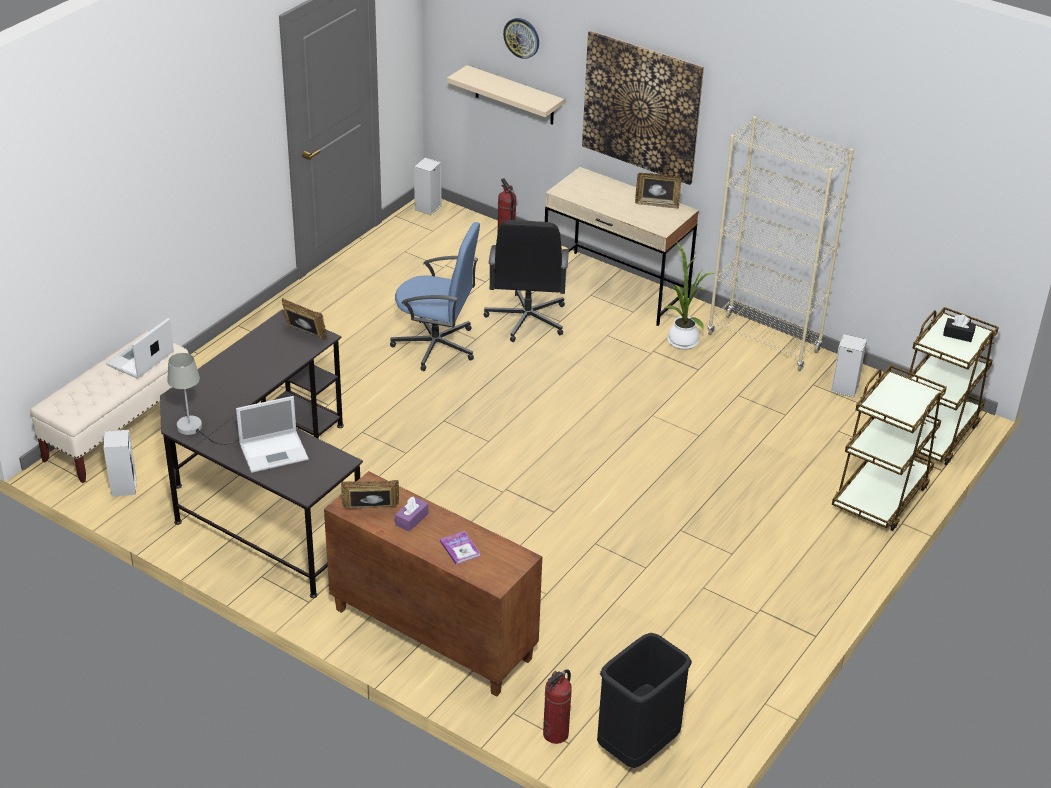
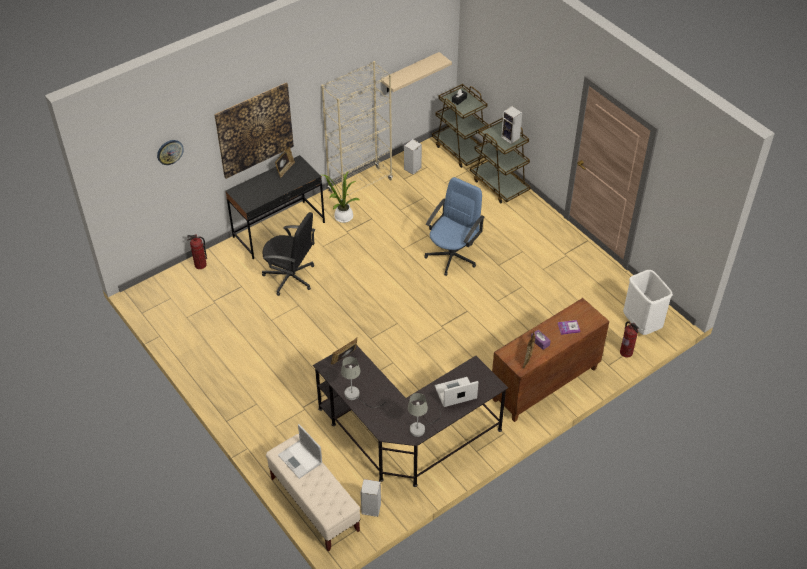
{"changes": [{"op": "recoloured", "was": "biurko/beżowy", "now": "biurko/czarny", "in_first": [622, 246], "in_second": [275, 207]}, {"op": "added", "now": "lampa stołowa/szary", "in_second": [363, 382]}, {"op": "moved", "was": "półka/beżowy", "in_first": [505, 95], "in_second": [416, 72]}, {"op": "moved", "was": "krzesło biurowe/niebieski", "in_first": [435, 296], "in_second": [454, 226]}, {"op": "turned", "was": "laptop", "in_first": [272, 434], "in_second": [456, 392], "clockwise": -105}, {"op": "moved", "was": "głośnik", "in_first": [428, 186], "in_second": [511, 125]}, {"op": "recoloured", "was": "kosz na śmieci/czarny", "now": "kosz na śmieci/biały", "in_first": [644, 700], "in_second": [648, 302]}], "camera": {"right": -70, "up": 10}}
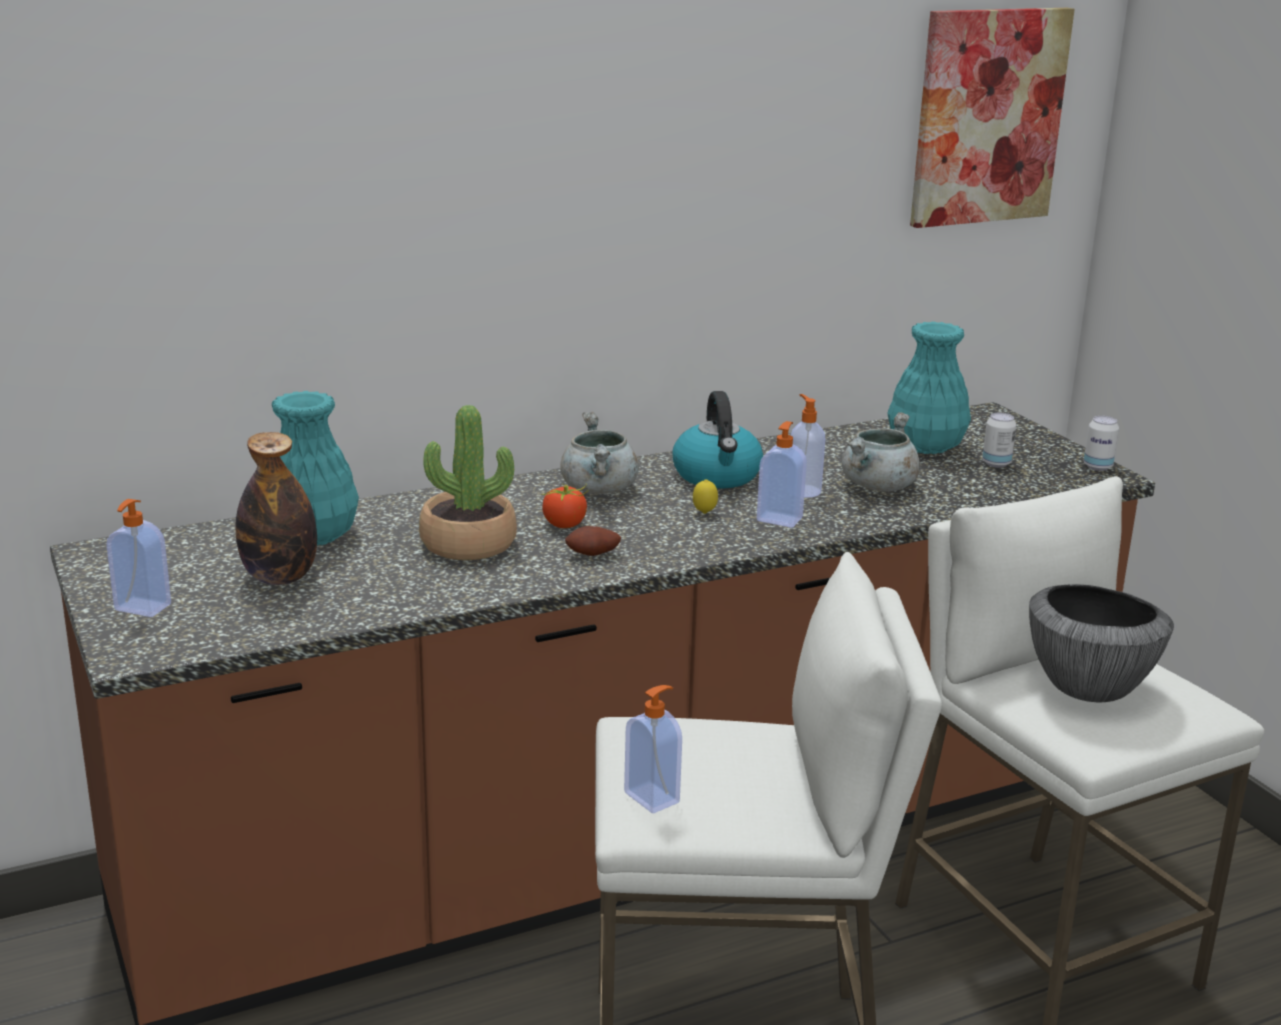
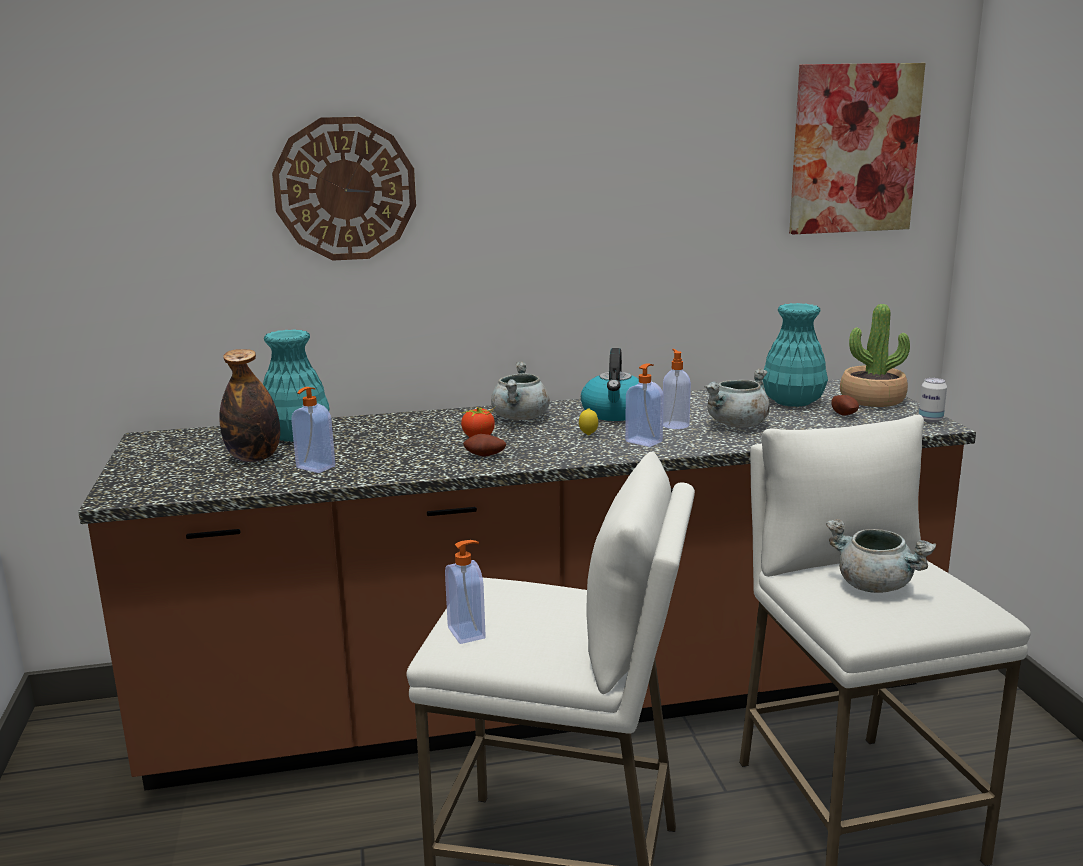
{"changes": [{"op": "added", "now": "zegar ścienny", "in_second": [344, 189]}, {"op": "moved", "was": "dozownik mydła", "in_first": [138, 558], "in_second": [313, 430]}, {"op": "replaced", "was": "miska", "now": "garnek/szary", "in_first": [1101, 643], "in_second": [881, 556]}, {"op": "replaced", "was": "puszka", "now": "ziemniak", "in_first": [999, 440], "in_second": [845, 405]}, {"op": "moved", "was": "roślina doniczkowa", "in_first": [468, 482], "in_second": [875, 355]}], "camera": {"right": 15, "up": -5}}
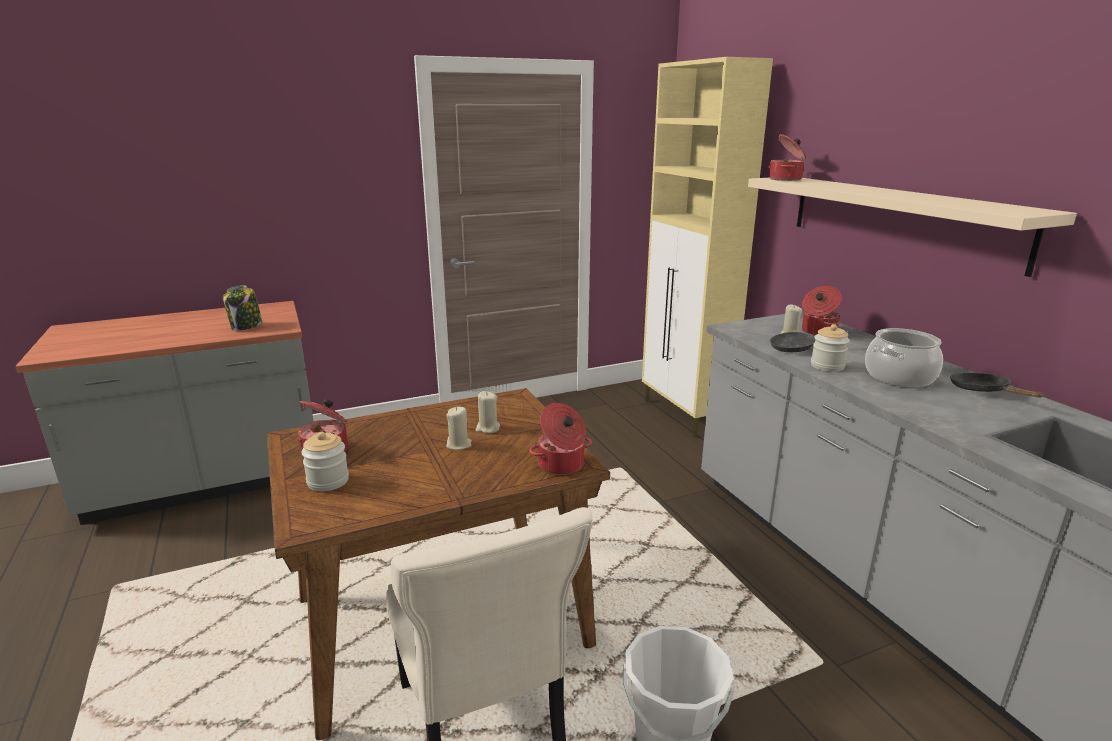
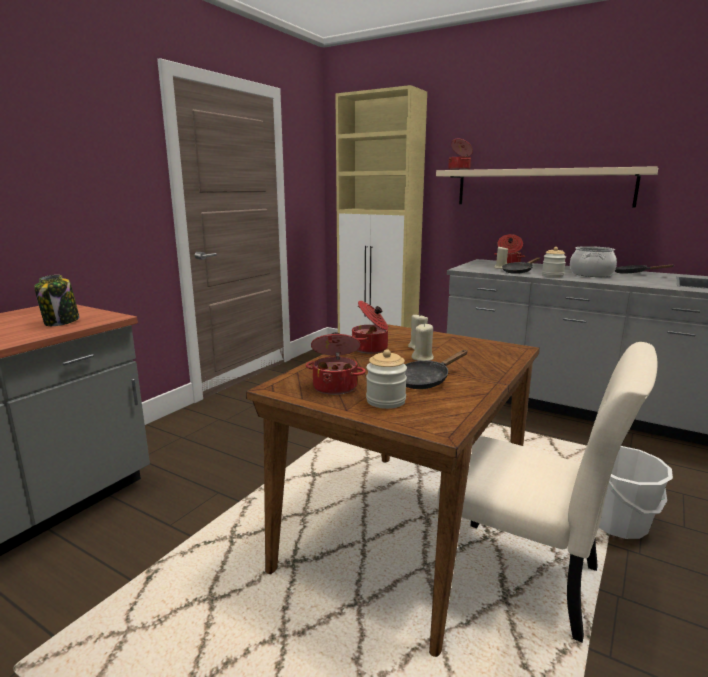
{"changes": [{"op": "moved", "was": "garnek", "in_first": [561, 439], "in_second": [370, 327]}, {"op": "added", "now": "patelnia/czarny", "in_second": [436, 369]}], "camera": {"right": -35, "up": -5}}
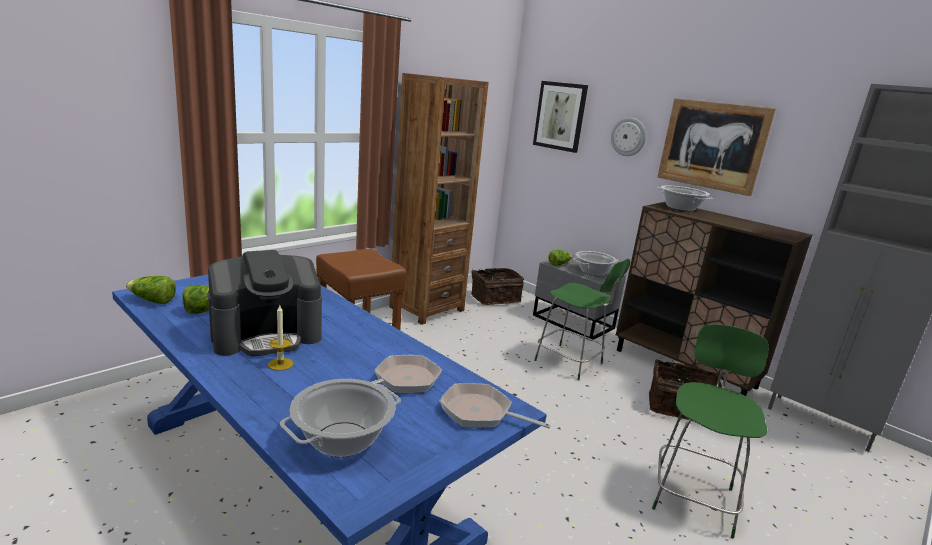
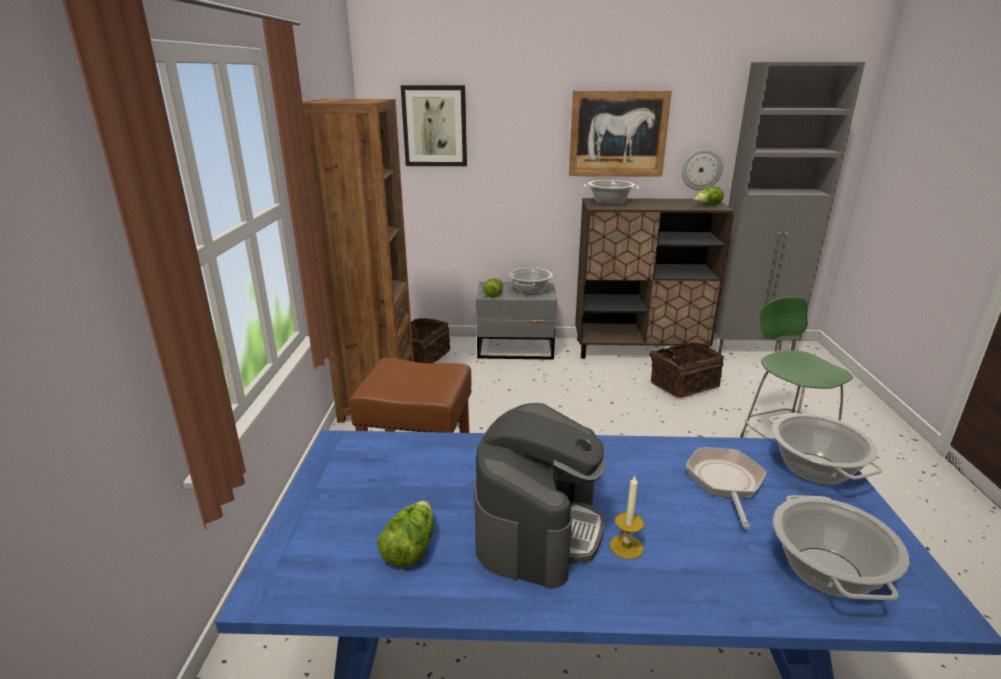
{"changes": [{"op": "moved", "was": "zegar ścienny", "in_first": [628, 137], "in_second": [702, 169]}, {"op": "moved", "was": "sałata", "in_first": [151, 290], "in_second": [709, 195]}, {"op": "replaced", "was": "patelnia", "now": "garnek", "in_first": [495, 406], "in_second": [825, 449]}, {"op": "removed", "was": "krzesło/zielony", "in_first": [582, 319]}], "camera": {"right": -40, "up": 5}}
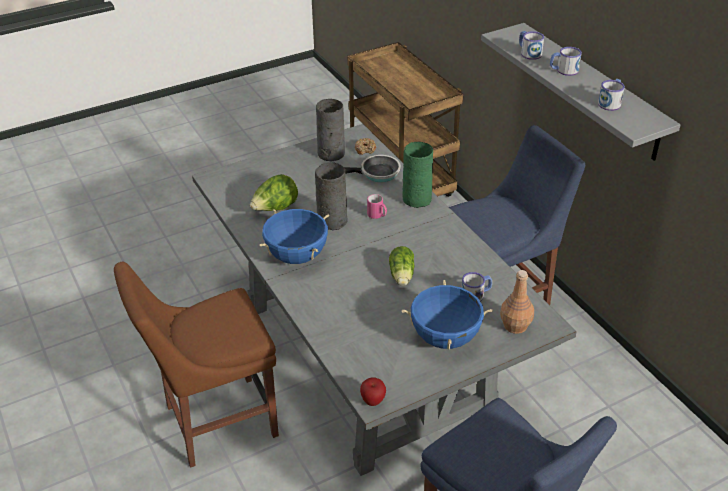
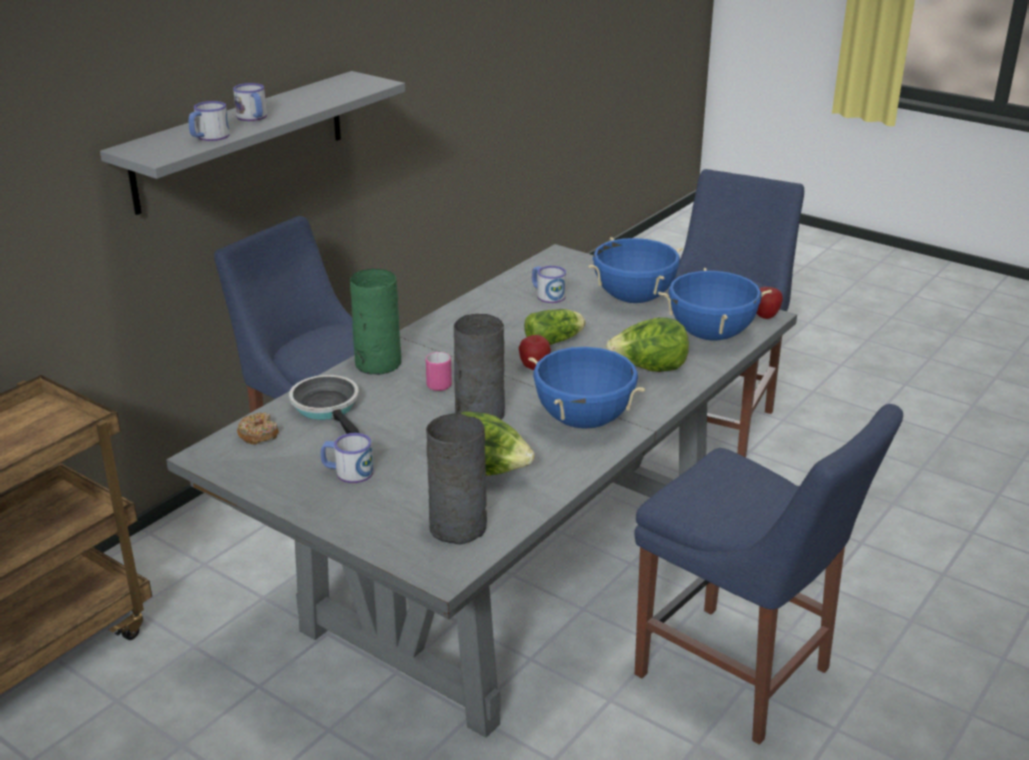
{"changes": [{"op": "moved", "was": "kubek", "in_first": [611, 95], "in_second": [347, 458]}, {"op": "moved", "was": "wazon/szary", "in_first": [330, 130], "in_second": [456, 478]}, {"op": "added", "now": "jabłko", "in_second": [535, 352]}, {"op": "added", "now": "sałata", "in_second": [647, 344]}, {"op": "recoloured", "was": "krzesło/brązowy", "now": "krzesło/niebieski", "in_first": [196, 365], "in_second": [768, 574]}, {"op": "added", "now": "garnek/niebieski", "in_second": [715, 304]}, {"op": "removed", "was": "butelka/brązowy", "in_first": [517, 302]}], "camera": {"right": -115, "up": -10}}
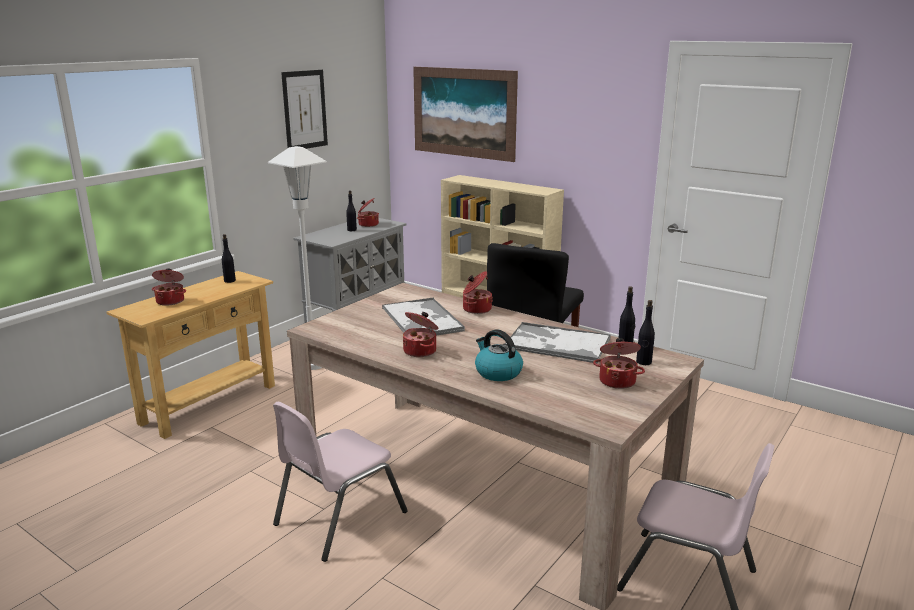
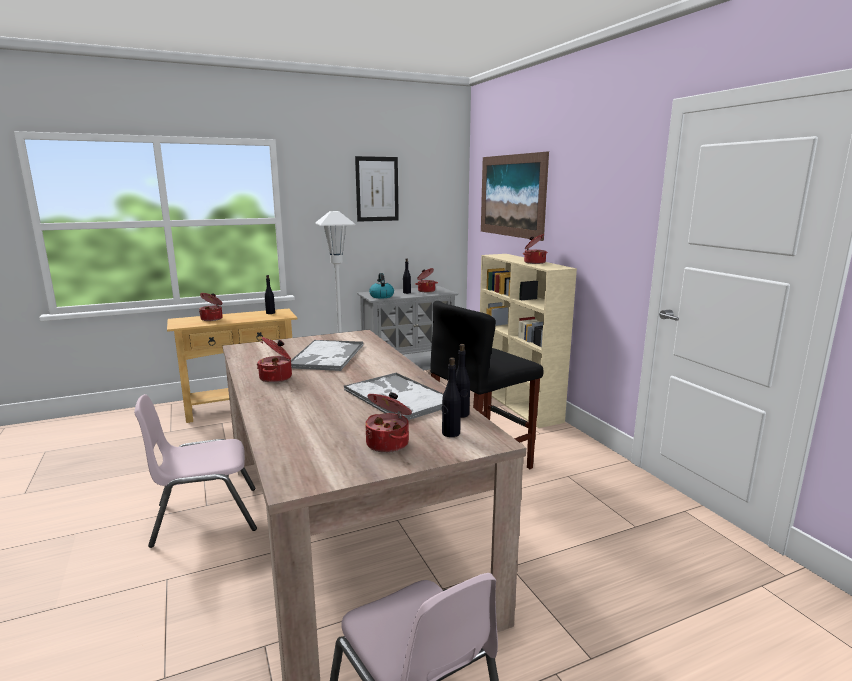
{"changes": [{"op": "moved", "was": "czajnik", "in_first": [499, 355], "in_second": [381, 285]}, {"op": "moved", "was": "garnek", "in_first": [478, 292], "in_second": [535, 249]}], "camera": {"right": 30, "up": -5}}
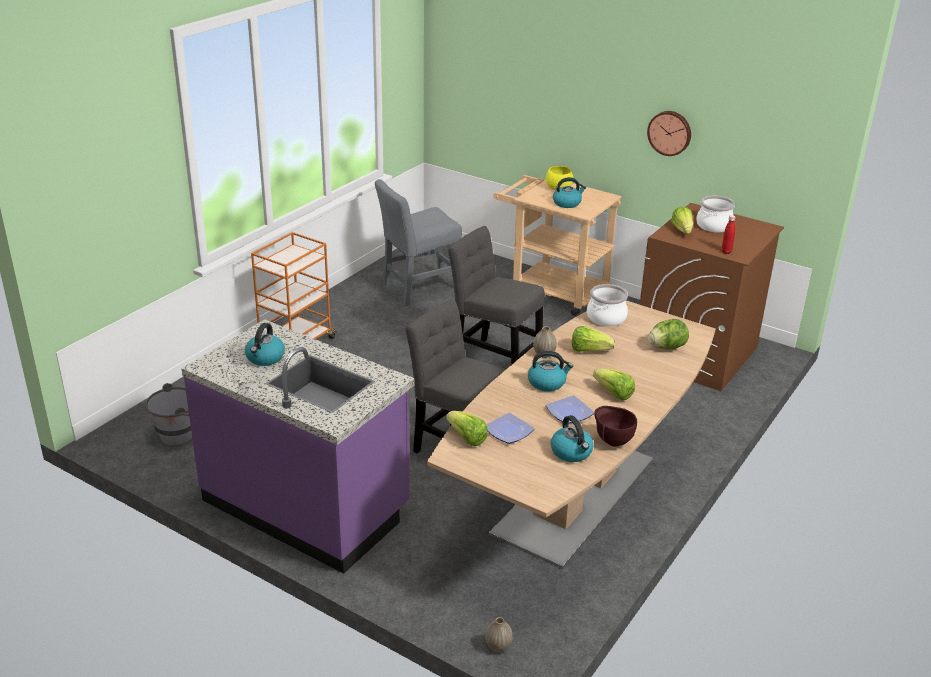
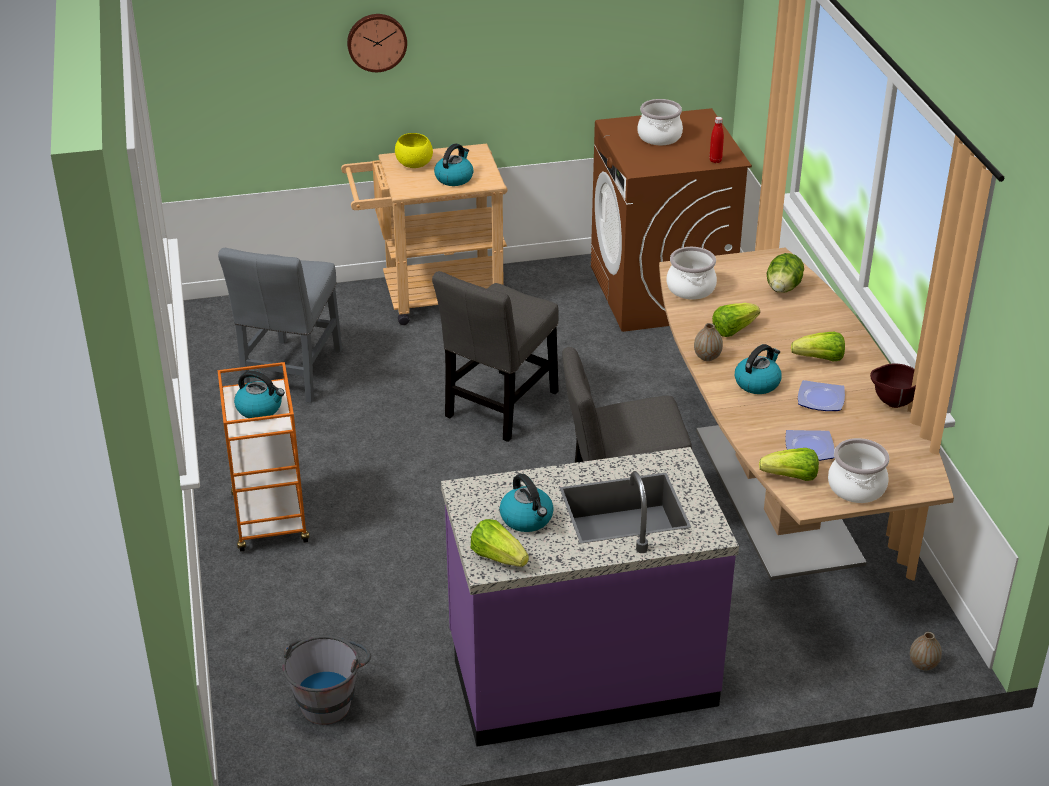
{"changes": [{"op": "moved", "was": "czajnik", "in_first": [572, 438], "in_second": [259, 394]}, {"op": "moved", "was": "zegar ścienny", "in_first": [669, 133], "in_second": [377, 43]}, {"op": "turned", "was": "krzesło/szary", "in_first": [496, 295], "in_second": [495, 356], "clockwise": -45}, {"op": "moved", "was": "sałata", "in_first": [682, 220], "in_second": [500, 543]}, {"op": "added", "now": "garnek", "in_second": [858, 470]}], "camera": {"right": -45, "up": 5}}
